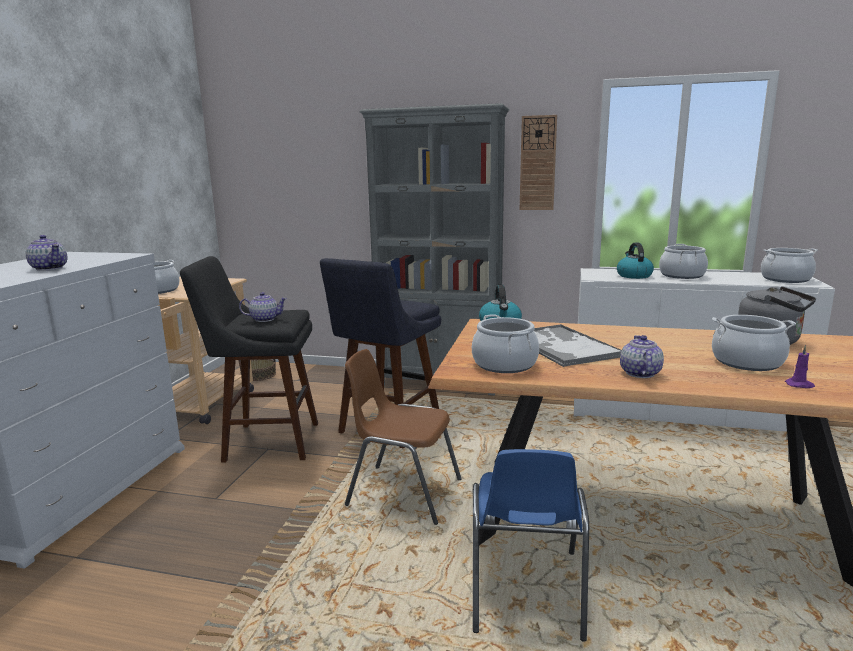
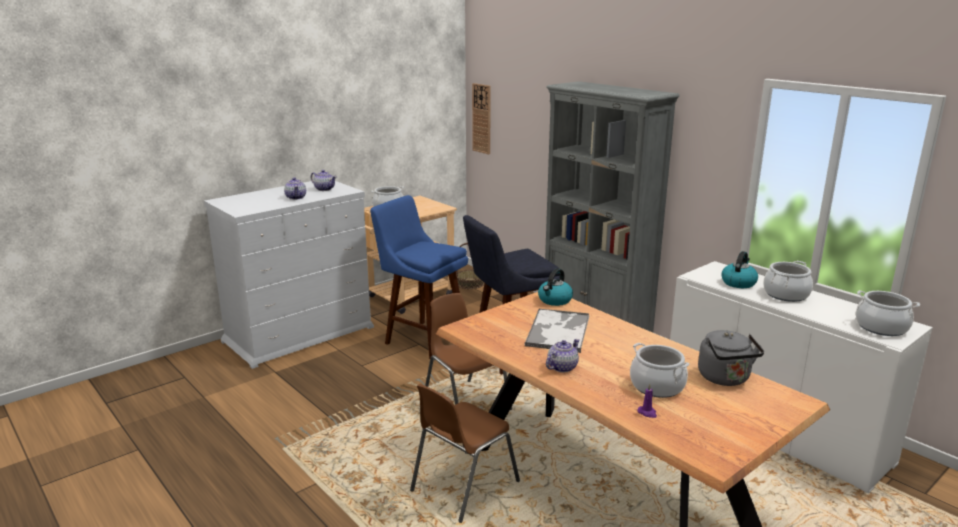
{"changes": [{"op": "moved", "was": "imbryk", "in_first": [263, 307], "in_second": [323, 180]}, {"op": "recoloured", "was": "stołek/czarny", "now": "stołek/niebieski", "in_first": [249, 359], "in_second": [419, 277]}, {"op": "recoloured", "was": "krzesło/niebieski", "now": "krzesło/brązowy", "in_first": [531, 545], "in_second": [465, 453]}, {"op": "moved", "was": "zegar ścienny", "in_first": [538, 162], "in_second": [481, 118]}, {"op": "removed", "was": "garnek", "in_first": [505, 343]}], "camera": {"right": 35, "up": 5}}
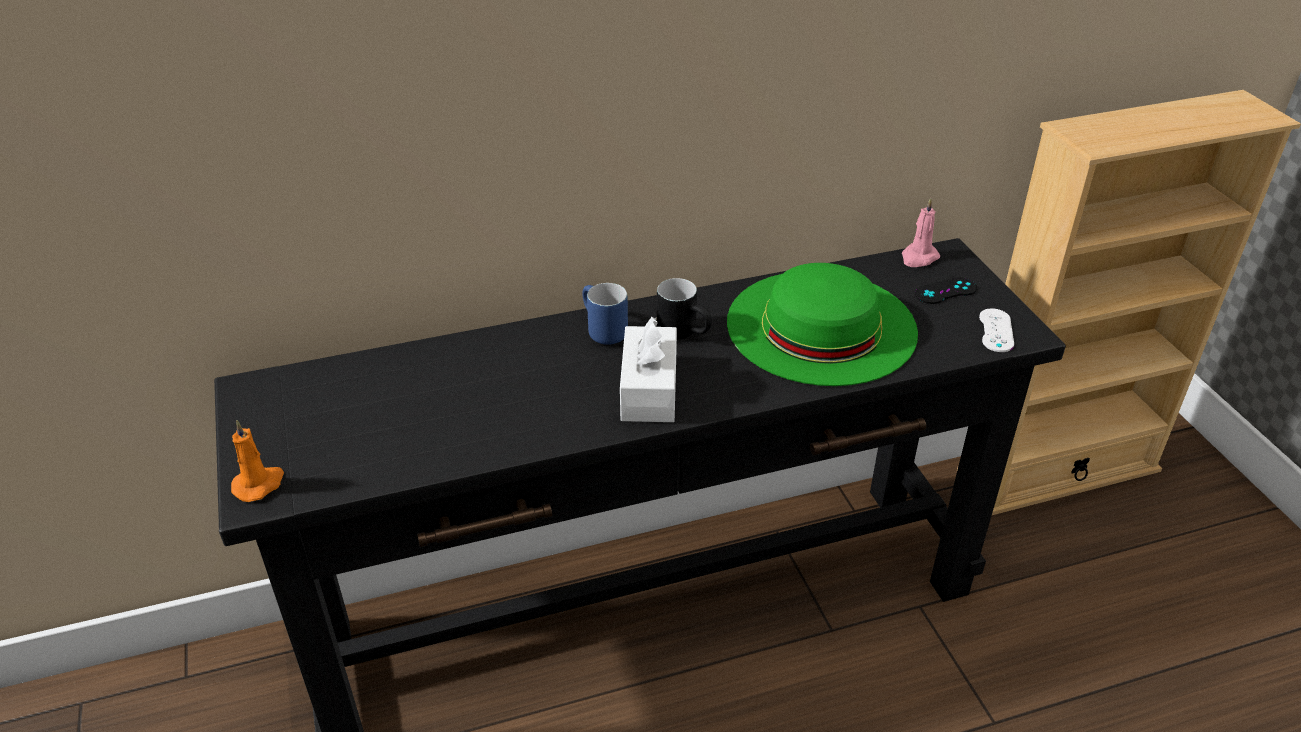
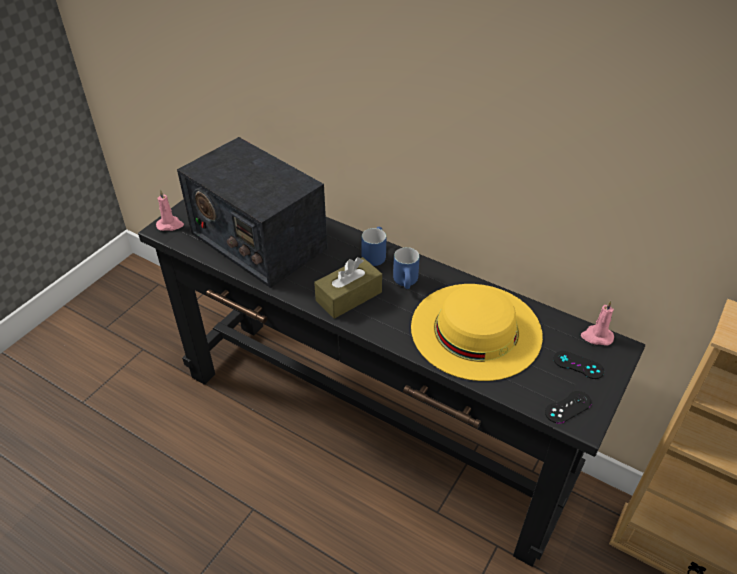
{"changes": [{"op": "recoloured", "was": "świeca/pomarańczowy", "now": "świeca/różowy", "in_first": [257, 461], "in_second": [170, 210]}, {"op": "added", "now": "radio", "in_second": [252, 212]}, {"op": "recoloured", "was": "pudełko chusteczek/biały", "now": "pudełko chusteczek/brązowy", "in_first": [648, 369], "in_second": [348, 288]}, {"op": "recoloured", "was": "kubek/czarny", "now": "kubek/niebieski", "in_first": [684, 309], "in_second": [406, 268]}, {"op": "recoloured", "was": "kapelusz/zielony", "now": "kapelusz/żółty", "in_first": [822, 324], "in_second": [477, 332]}, {"op": "recoloured", "was": "pad do gier/biały", "now": "pad do gier/czarny", "in_first": [996, 330], "in_second": [568, 407]}], "camera": {"right": 50, "up": 5}}
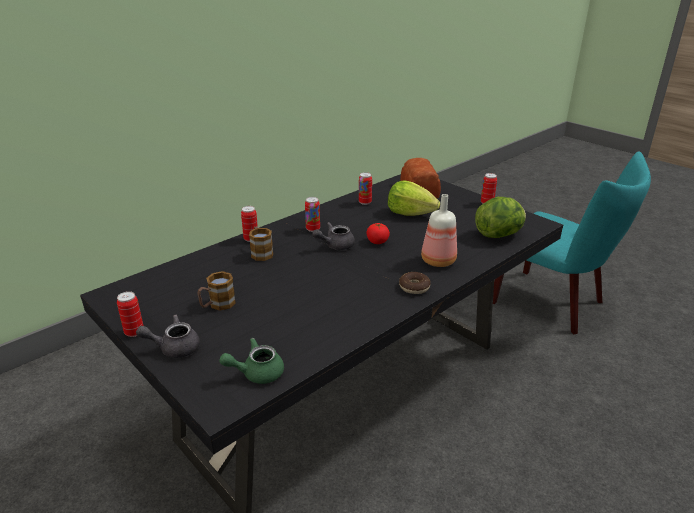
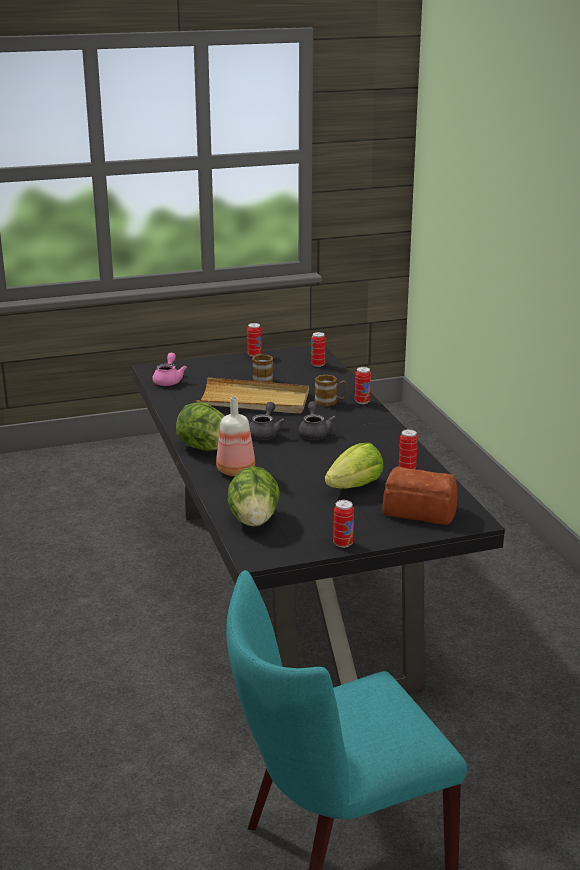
{"changes": [{"op": "recoloured", "was": "imbryk/zielony", "now": "imbryk/różowy", "in_first": [251, 361], "in_second": [169, 369]}, {"op": "replaced", "was": "donut", "now": "sałata", "in_first": [414, 283], "in_second": [200, 426]}, {"op": "added", "now": "taca/beżowy", "in_second": [252, 395]}, {"op": "moved", "was": "imbryk/szary", "in_first": [168, 336], "in_second": [267, 421]}, {"op": "moved", "was": "puszka", "in_first": [312, 214], "in_second": [318, 349]}, {"op": "removed", "was": "pomidor", "in_first": [378, 233]}], "camera": {"right": 115, "up": -5}}
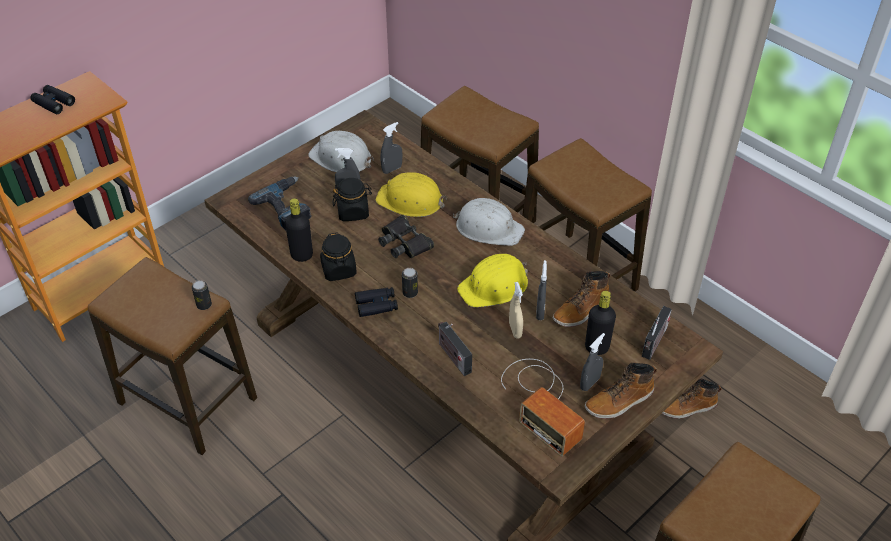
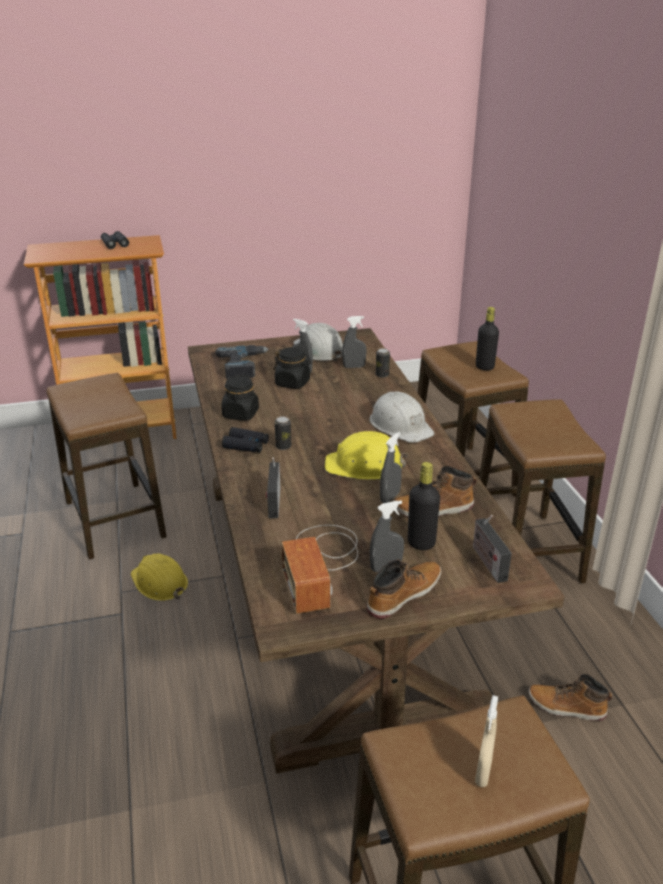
{"changes": [{"op": "moved", "was": "kask/żółty", "in_first": [411, 194], "in_second": [159, 577]}, {"op": "turned", "was": "but z cholewką", "in_first": [621, 391], "in_second": [404, 589], "clockwise": 135}, {"op": "moved", "was": "puszka", "in_first": [202, 295], "in_second": [383, 363]}, {"op": "turned", "was": "radio", "in_first": [657, 333], "in_second": [492, 549], "clockwise": 105}, {"op": "moved", "was": "spryskiwacz/beżowy", "in_first": [516, 310], "in_second": [486, 741]}, {"op": "moved", "was": "butelka/czarny", "in_first": [299, 230], "in_second": [487, 339]}, {"op": "removed", "was": "lornetka/czarny", "in_first": [406, 236]}], "camera": {"right": 30, "up": -15}}
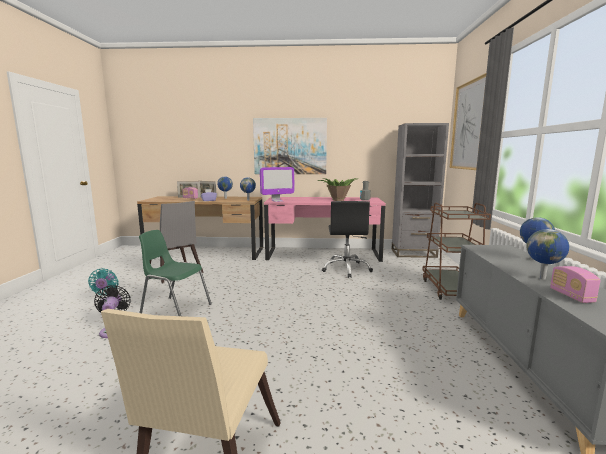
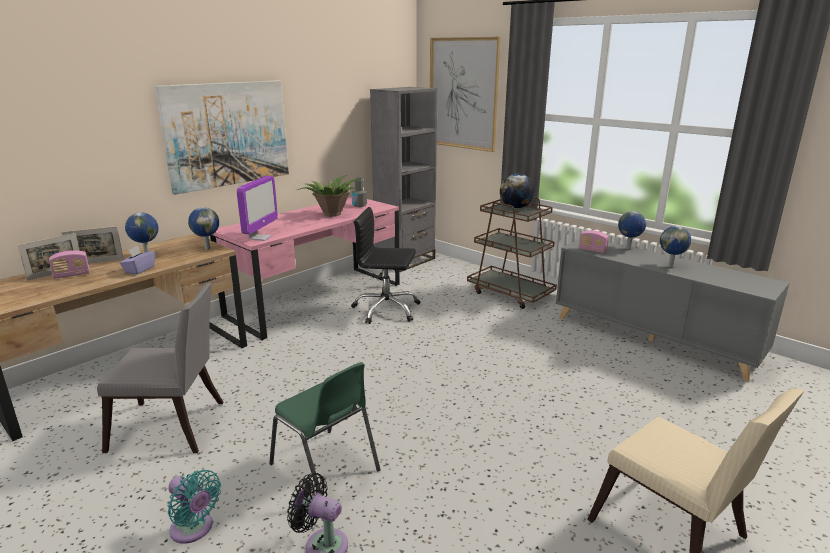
{"changes": [{"op": "turned", "was": "krzesło/zielony", "in_first": [175, 273], "in_second": [324, 427], "clockwise": -105}, {"op": "turned", "was": "krzesło biurowe/czarny", "in_first": [347, 239], "in_second": [385, 265], "clockwise": 150}, {"op": "added", "now": "globus", "in_second": [517, 191]}, {"op": "moved", "was": "radio", "in_first": [575, 284], "in_second": [594, 241]}], "camera": {"right": -50, "up": 10}}
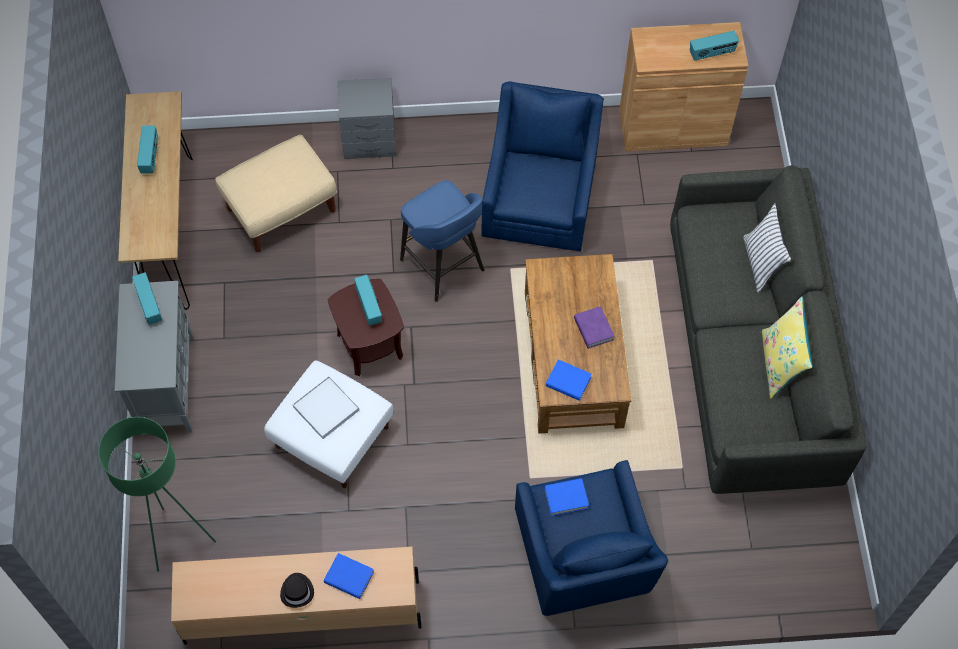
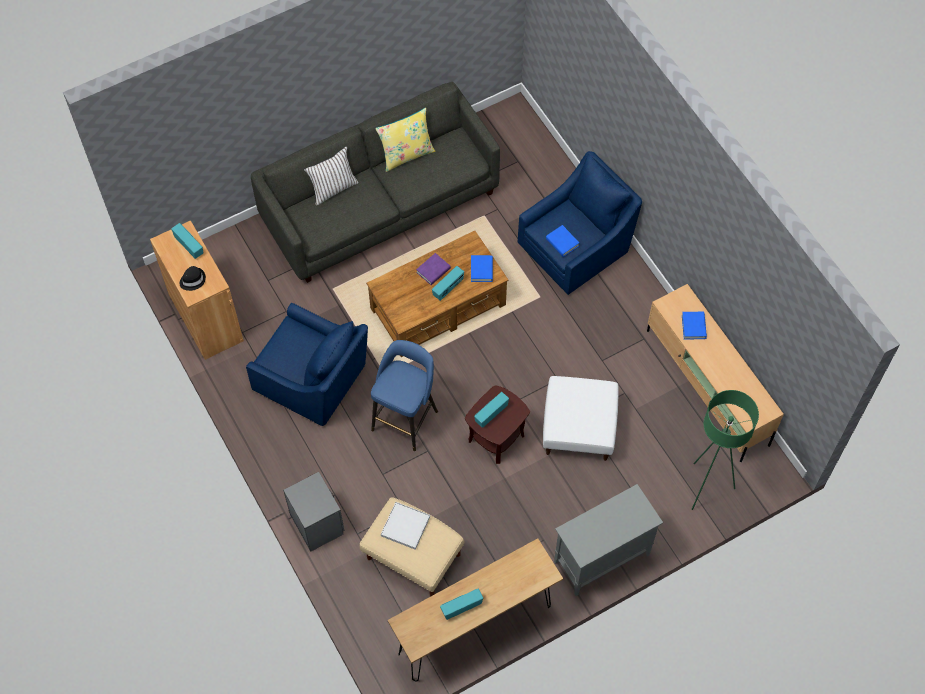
{"changes": [{"op": "moved", "was": "kapelusz/czarny", "in_first": [297, 590], "in_second": [193, 278]}, {"op": "turned", "was": "fotel/niebieski", "in_first": [543, 166], "in_second": [307, 364], "clockwise": -135}, {"op": "moved", "was": "taca/biały", "in_first": [326, 407], "in_second": [405, 526]}, {"op": "moved", "was": "radio", "in_first": [147, 298], "in_second": [448, 283]}], "camera": {"right": -115, "up": 0}}
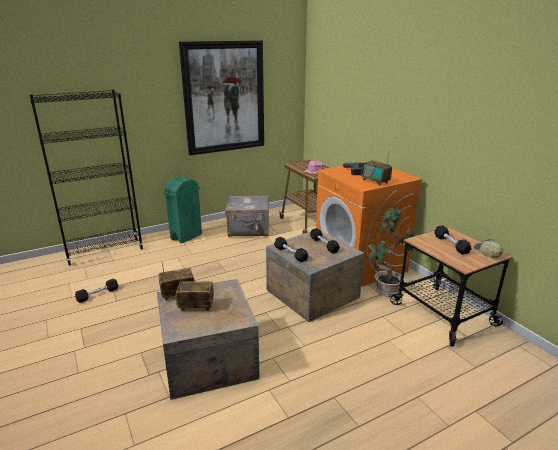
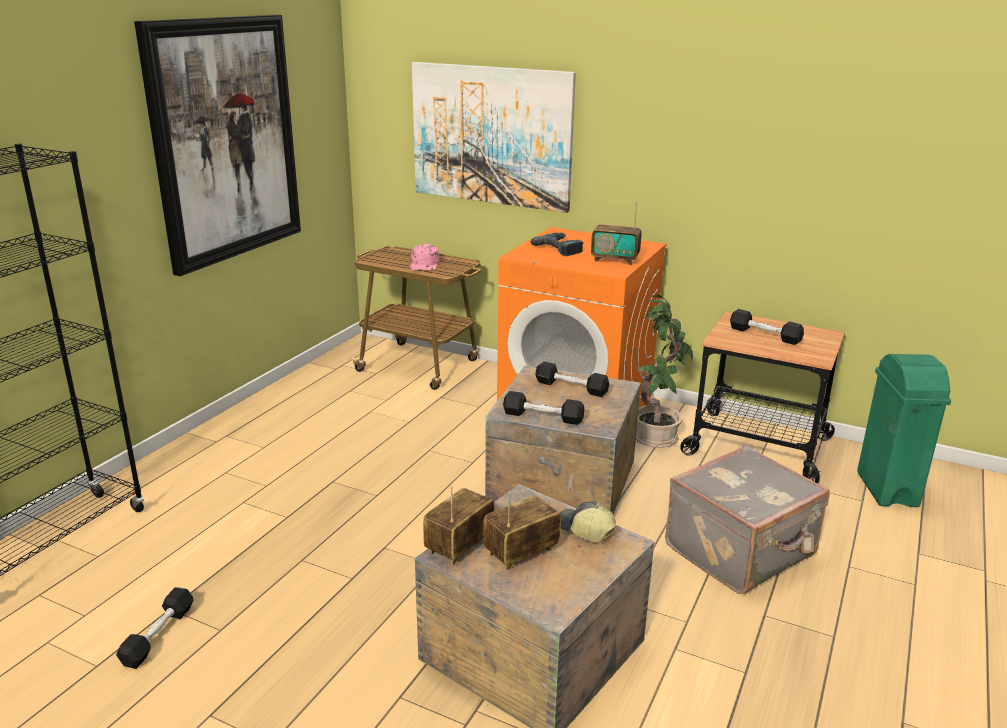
{"changes": [{"op": "added", "now": "obraz", "in_second": [494, 137]}, {"op": "moved", "was": "czapka z daszkiem", "in_first": [488, 248], "in_second": [588, 522]}, {"op": "moved", "was": "walizka/szary", "in_first": [247, 215], "in_second": [747, 519]}, {"op": "moved", "was": "kosz na śmieci/zielony", "in_first": [183, 210], "in_second": [904, 430]}], "camera": {"right": -35, "up": 0}}
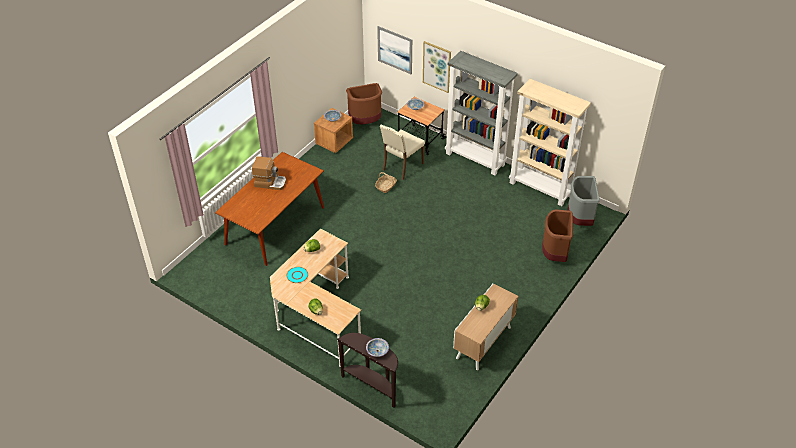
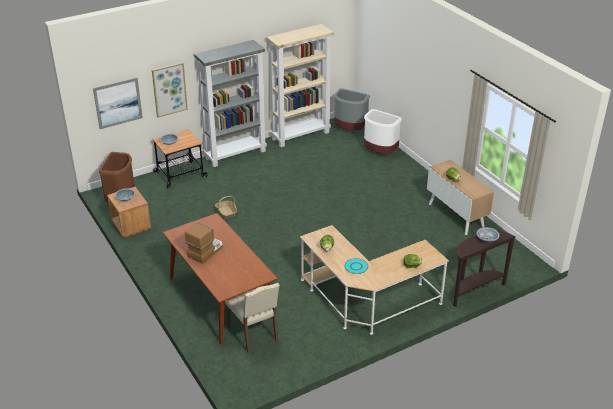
{"changes": [{"op": "moved", "was": "krzesło/beżowy", "in_first": [402, 152], "in_second": [252, 318]}, {"op": "recoloured", "was": "kosz na śmieci/brązowy", "now": "kosz na śmieci/biały", "in_first": [557, 235], "in_second": [383, 131]}], "camera": {"right": -65, "up": -10}}
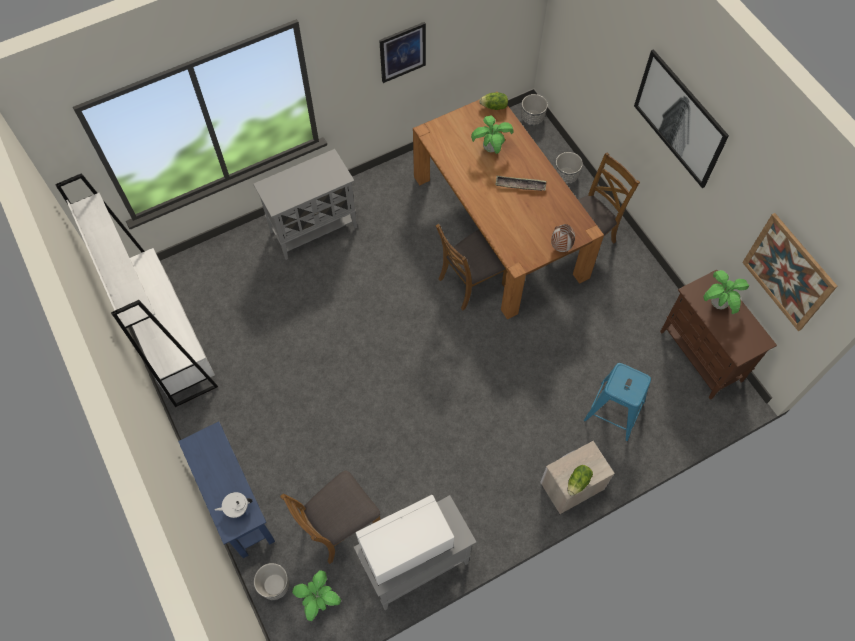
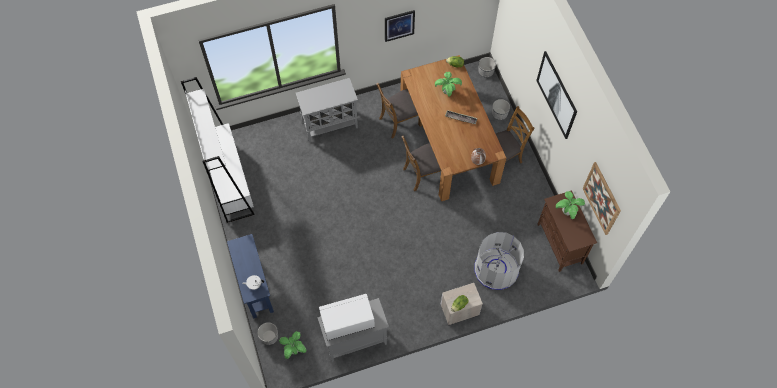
{"changes": [{"op": "moved", "was": "krzesło/brązowy", "in_first": [330, 517], "in_second": [399, 111]}, {"op": "replaced", "was": "stołek/niebieski", "now": "kosz na śmieci/szary", "in_first": [617, 402], "in_second": [499, 261]}], "camera": {"right": 10, "up": 0}}
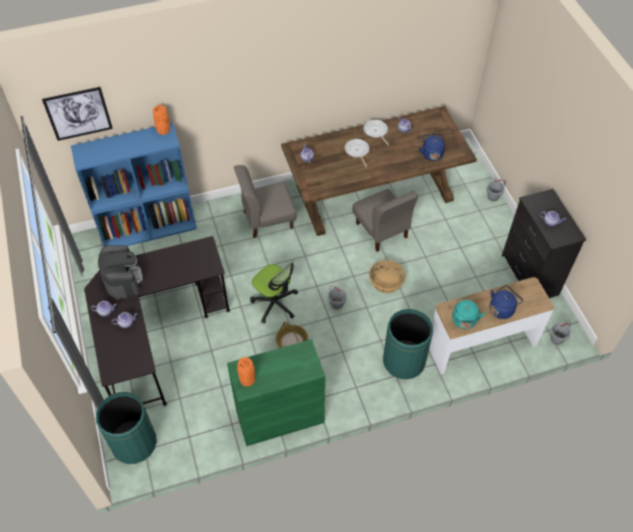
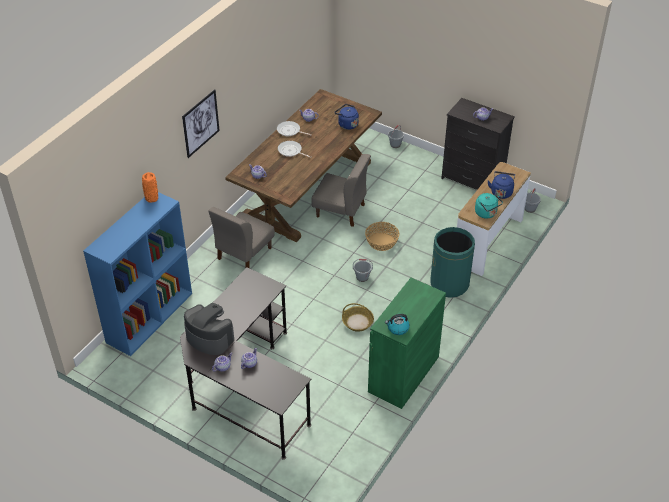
{"changes": [{"op": "moved", "was": "obraz", "in_first": [77, 114], "in_second": [201, 123]}, {"op": "replaced", "was": "wazon/pomarańczowy", "now": "czajnik", "in_first": [246, 372], "in_second": [397, 324]}, {"op": "removed", "was": "kosz na śmieci/zielony", "in_first": [126, 428]}, {"op": "removed", "was": "krzesło biurowe", "in_first": [274, 292]}], "camera": {"right": -40, "up": -10}}
